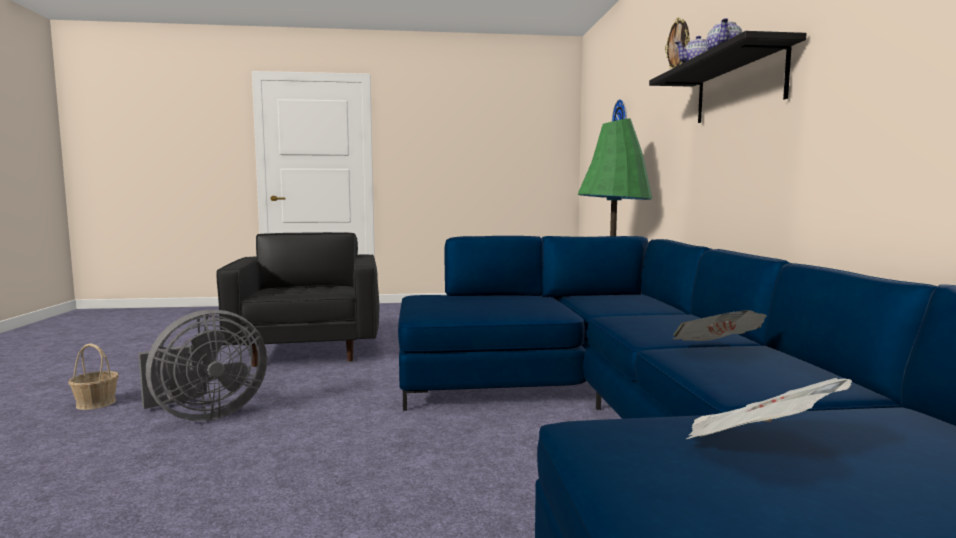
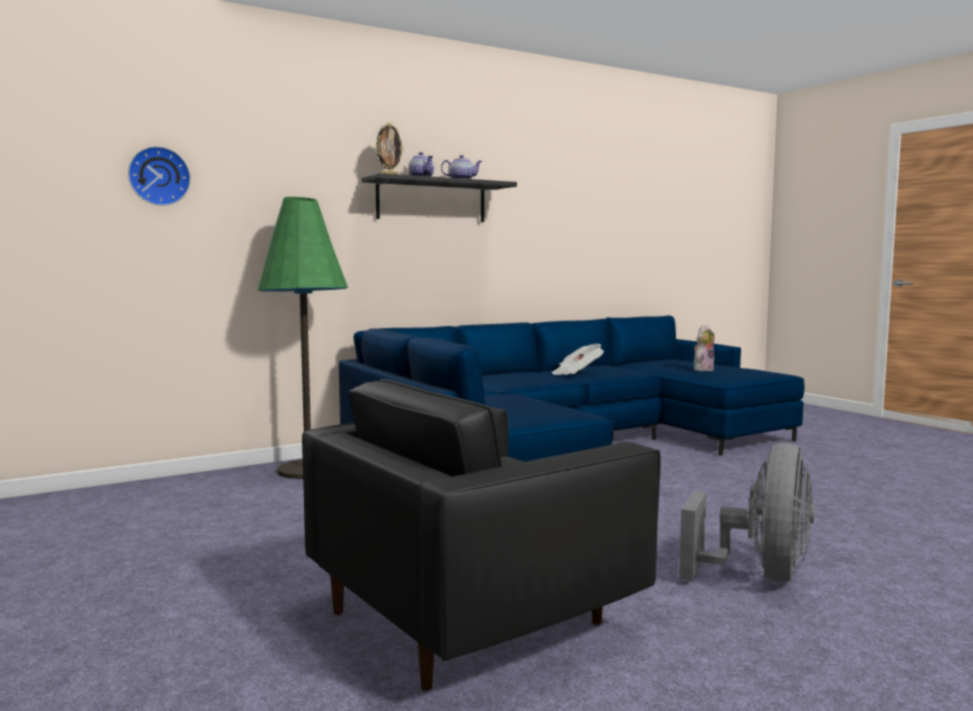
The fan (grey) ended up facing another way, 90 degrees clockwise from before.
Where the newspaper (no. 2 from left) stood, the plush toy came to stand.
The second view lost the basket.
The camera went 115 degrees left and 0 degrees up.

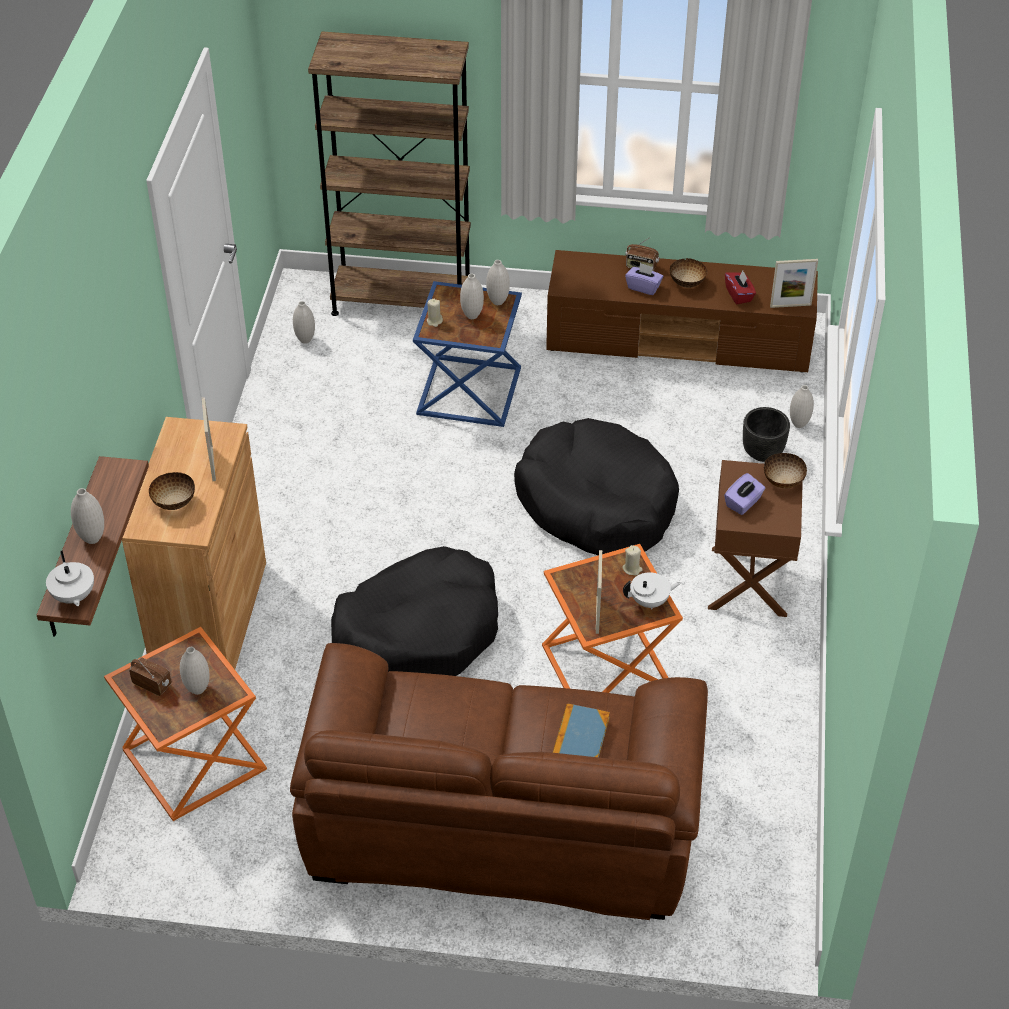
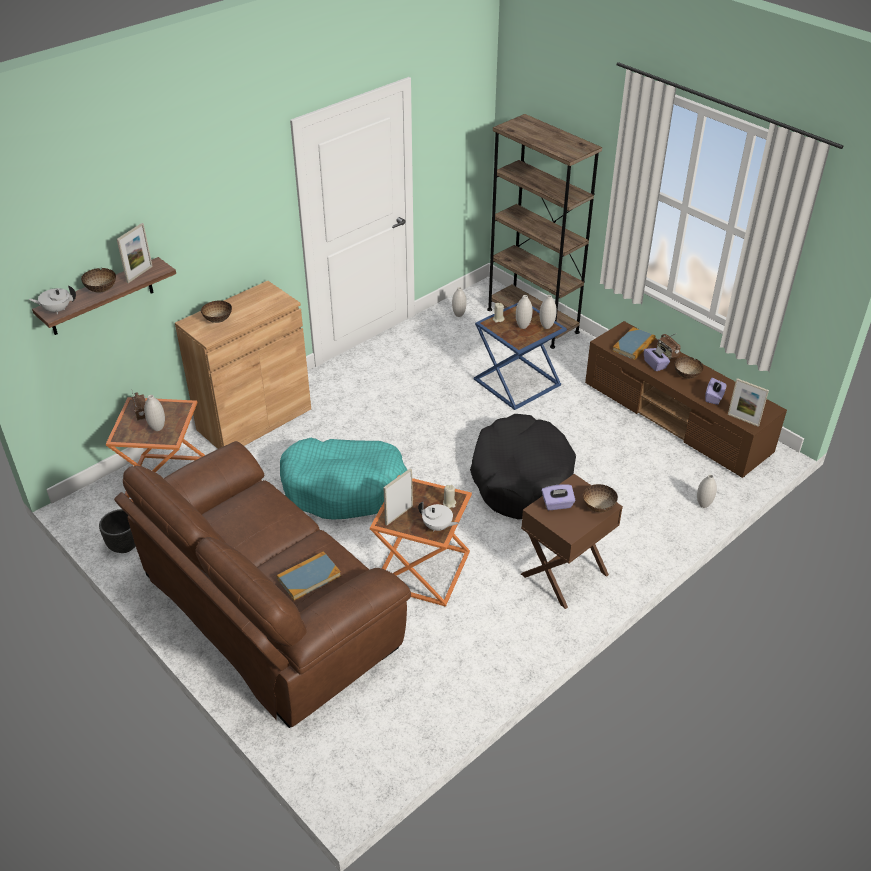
The teapot (white) (no. 1 from left) ended up facing another way, 60 degrees clockwise from before.
Where the vase (white) (no. 1 from left) stood, the bowl (no. 1 from left) came to stand.
The planter (black) ended up elsewhere.
The picture frame (no. 1 from left) ended up elsewhere.
What was the dog bed (black) (no. 1 from left) turned into the dog bed (turquoise).
The second view gained the book (no. 2 from left).
What was the tissue box (red) turned into the tissue box (purple) (no. 3 from left).
The camera went 40 degrees right and 5 degrees down.

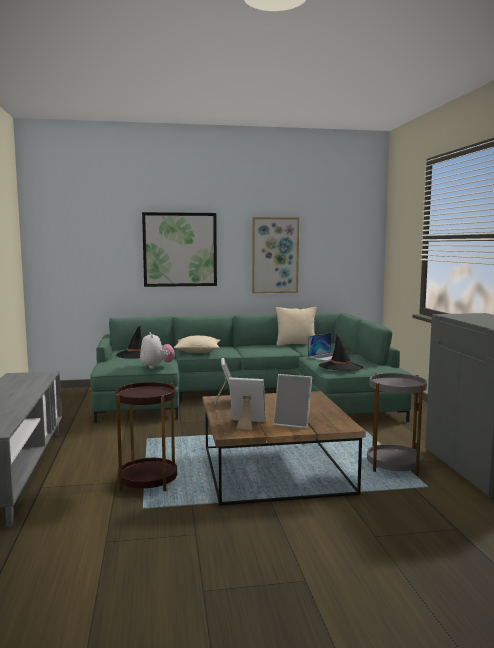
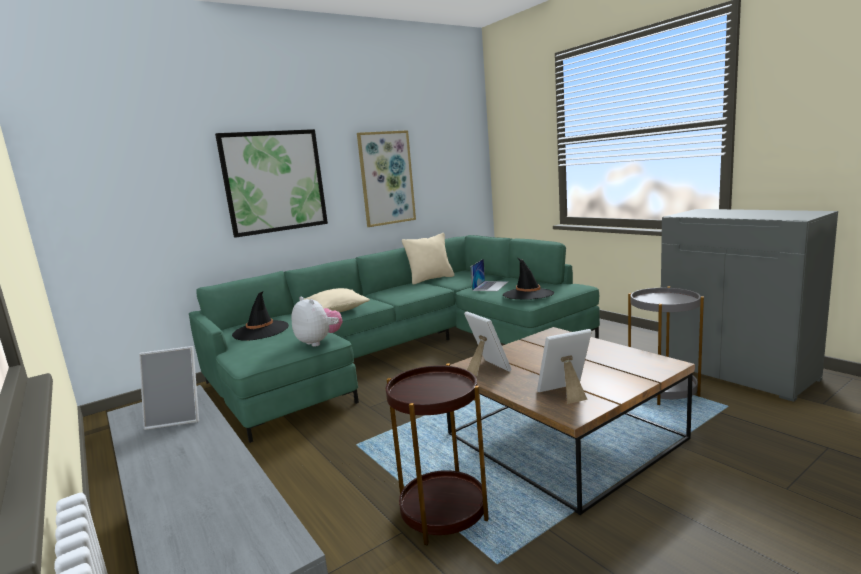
The picture frame (no. 3 from left in the first image) ended up elsewhere.
The camera went 25 degrees left and 5 degrees up.

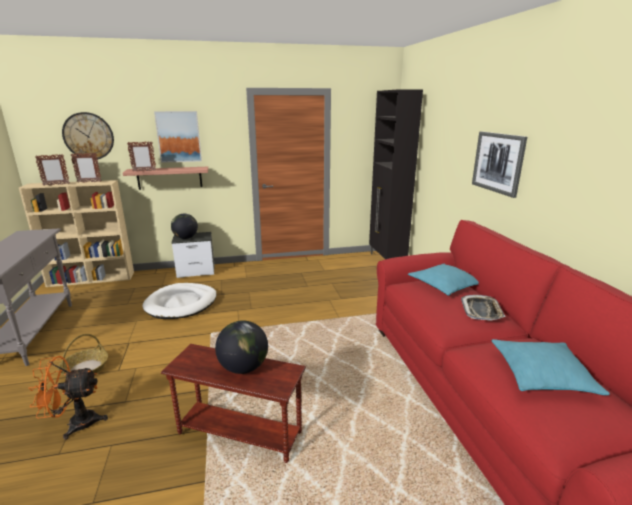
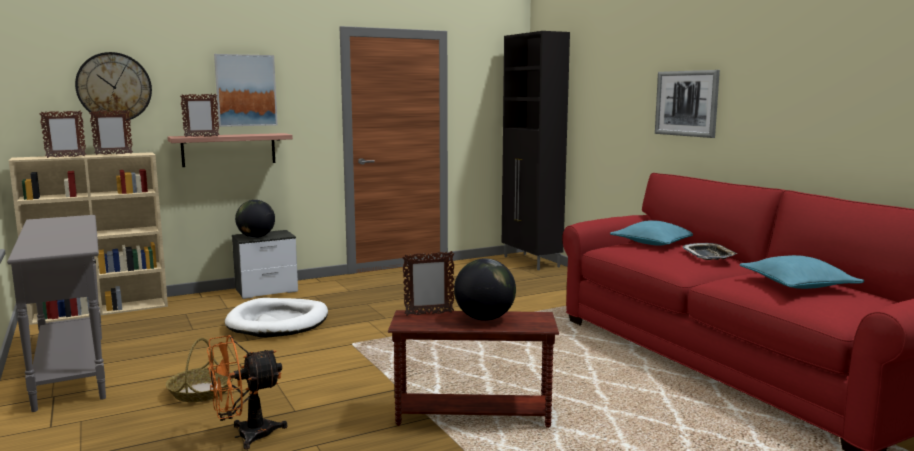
The second view gained the picture frame (no. 4 from left).
The camera went 15 degrees left and 10 degrees down.

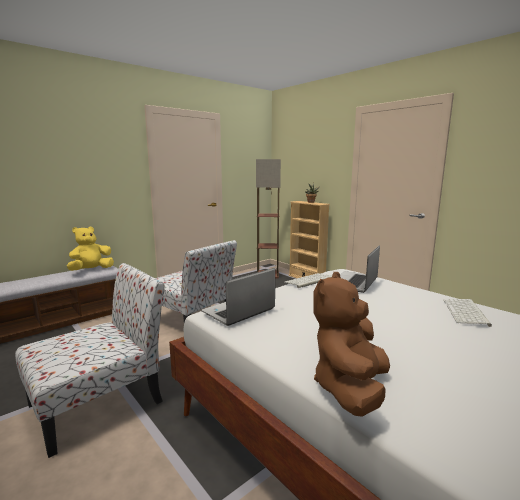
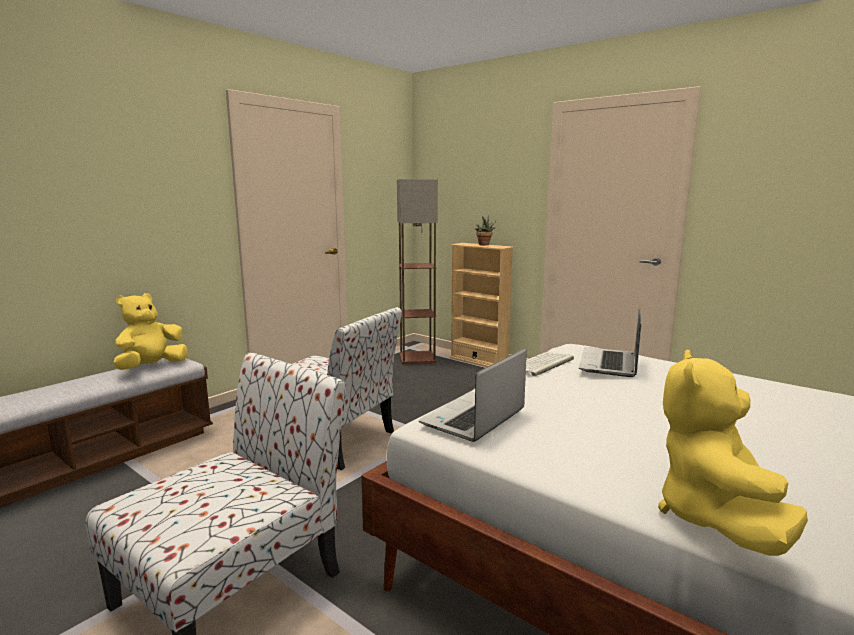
What was the plush toy (brown) turned into the plush toy (yellow) (no. 2 from left).
The second view lost the keyboard (no. 2 from left).
The camera went 10 degrees left and 0 degrees up.

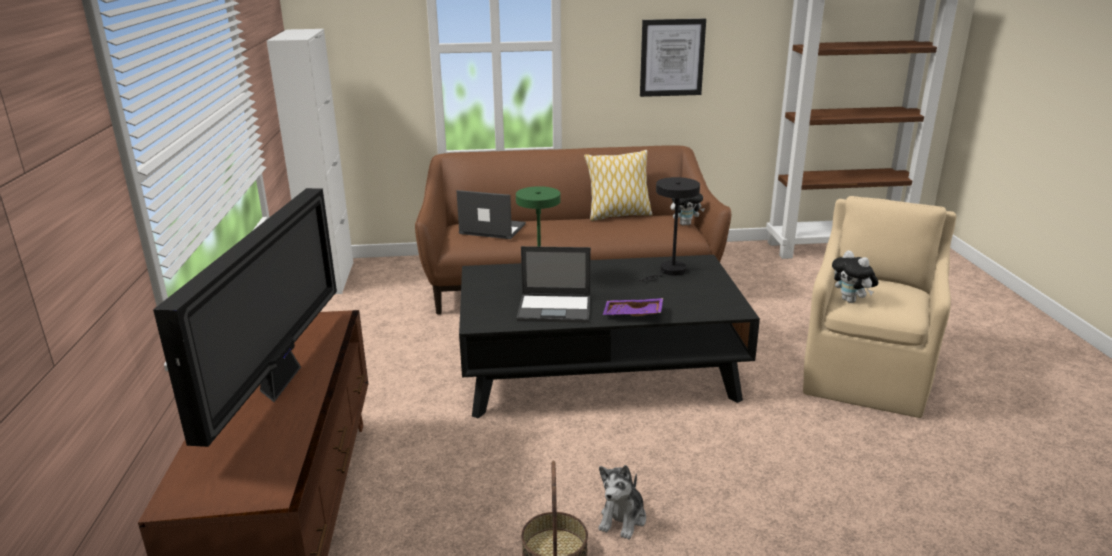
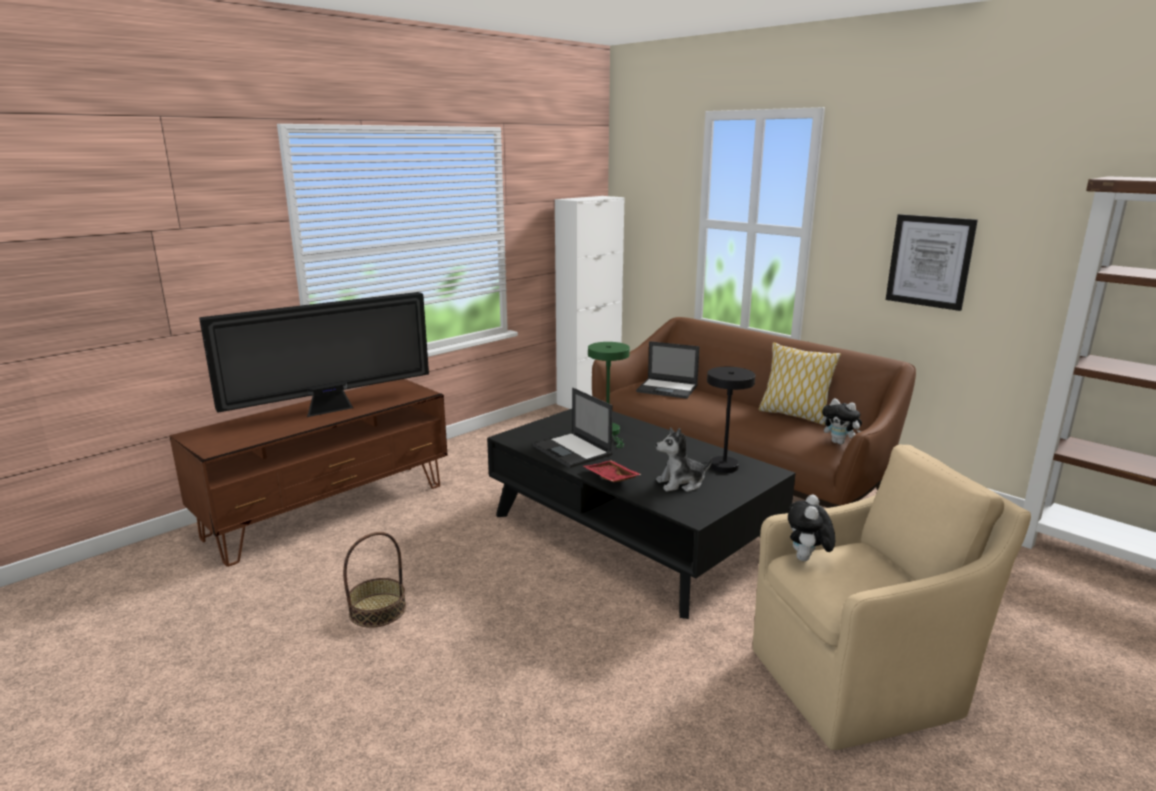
What was the tray (purple) turned into the tray (red).
The laptop (no. 1 from left in the first image) ended up facing another way, 135 degrees clockwise from before.
The plush toy (no. 1 from left) ended up elsewhere.
The camera went 50 degrees right and 5 degrees down.

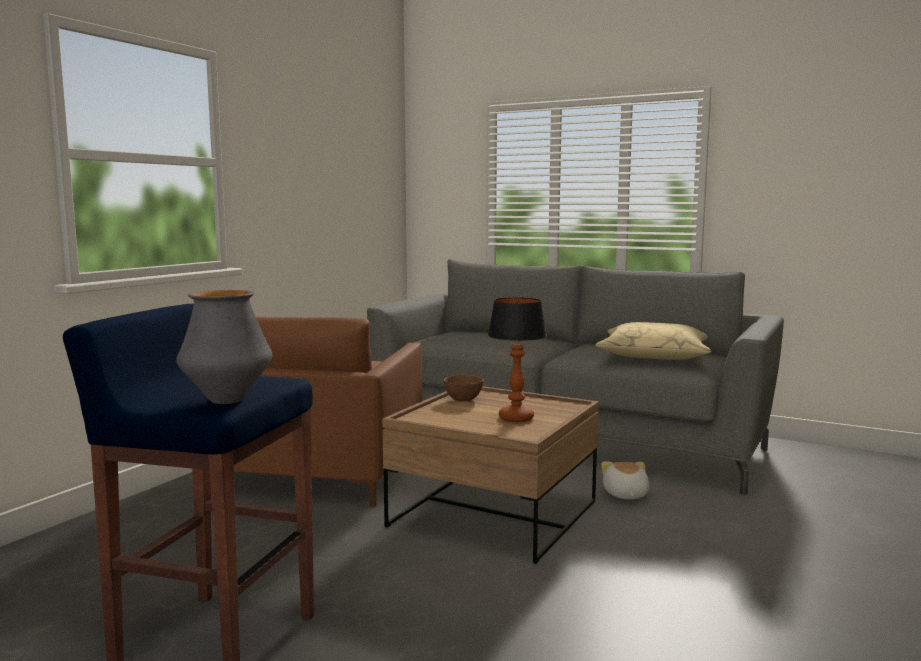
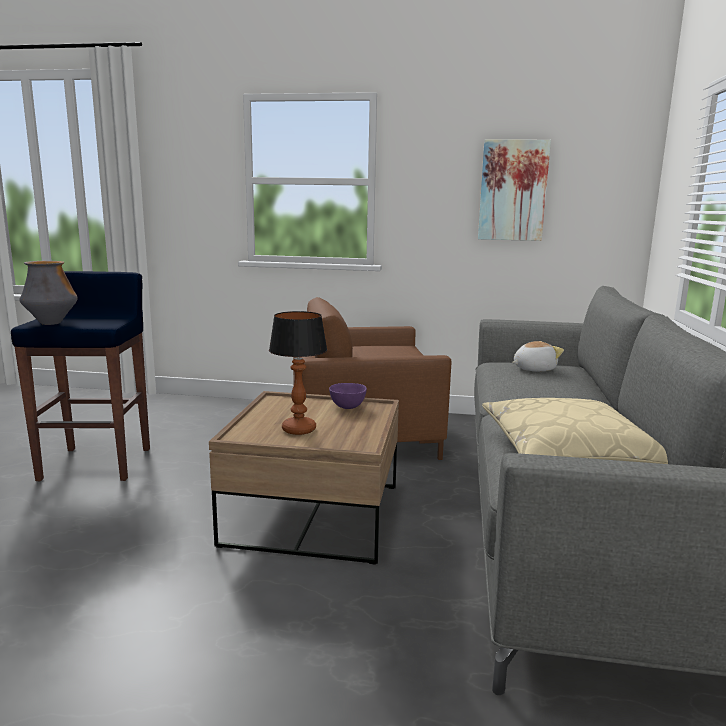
What was the bowl (brown) turned into the bowl (purple).
The second view gained the picture.
The plush toy ended up elsewhere.
The camera went 70 degrees right and 5 degrees up.

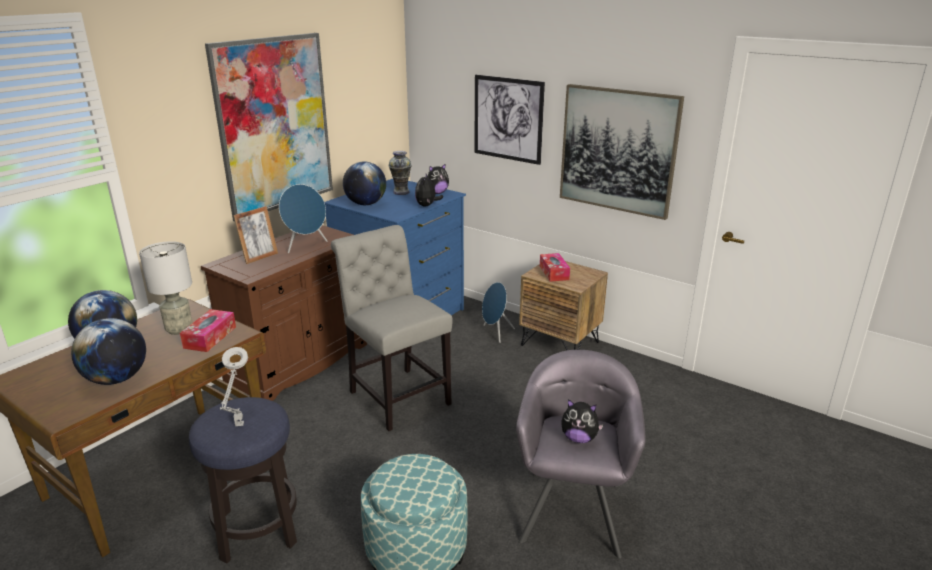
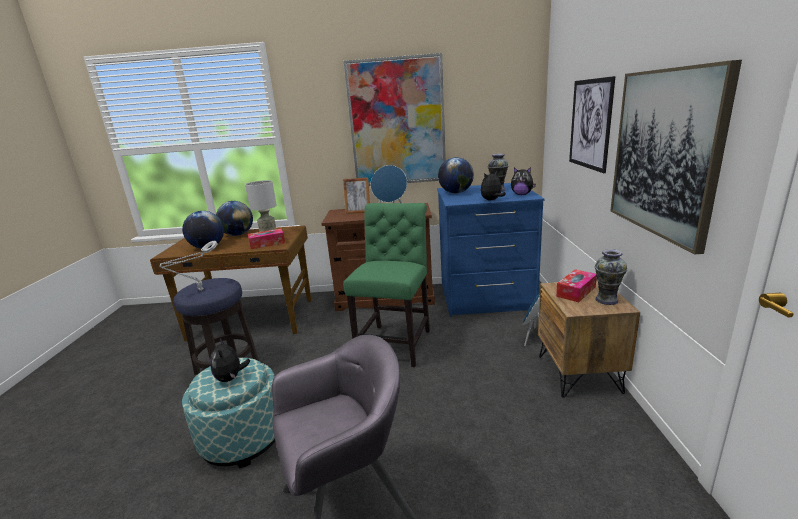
The plush toy (no. 3 from left in the first image) ended up elsewhere.
What was the chair (grey) turned into the chair (green).
The second view gained the vase (no. 2 from left).
The camera went 55 degrees right and 5 degrees down.

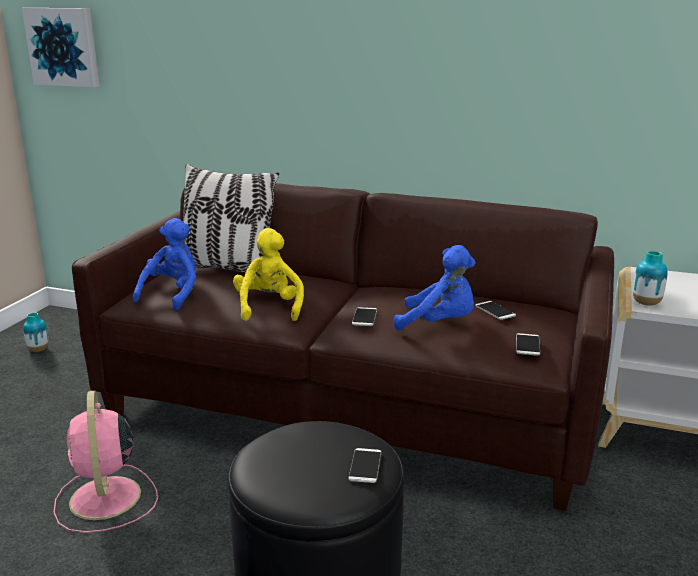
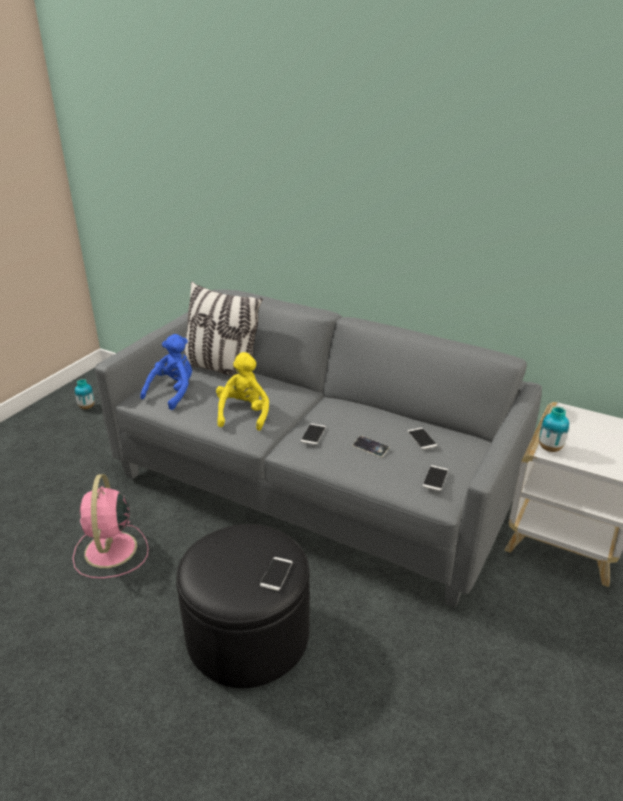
What was the sofa (brown) turned into the sofa (grey).
Where the plush toy (blue) (no. 2 from left) stood, the phone (no. 3 from left) came to stand.
The second view lost the picture.
The camera went 10 degrees right and 10 degrees up.

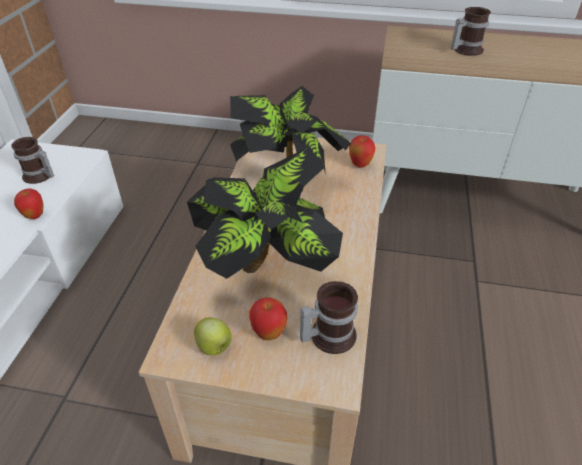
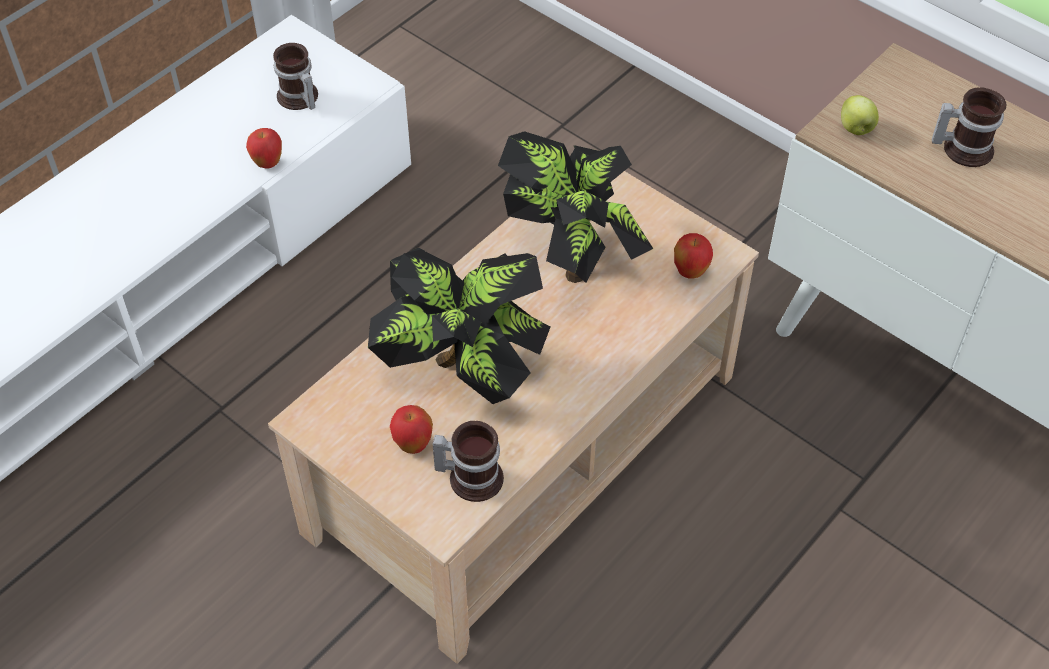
The apple (no. 2 from left in the first image) ended up elsewhere.
The camera went 30 degrees right and 10 degrees up.

